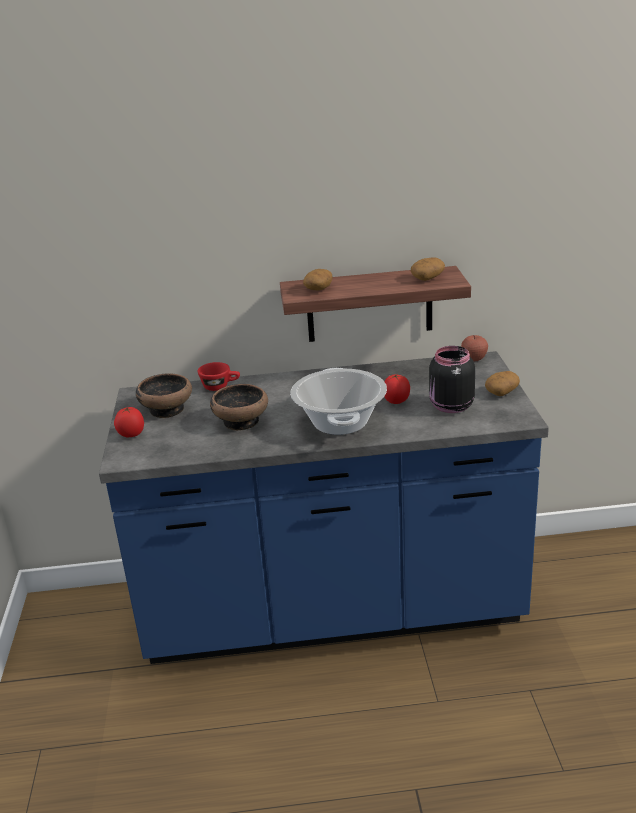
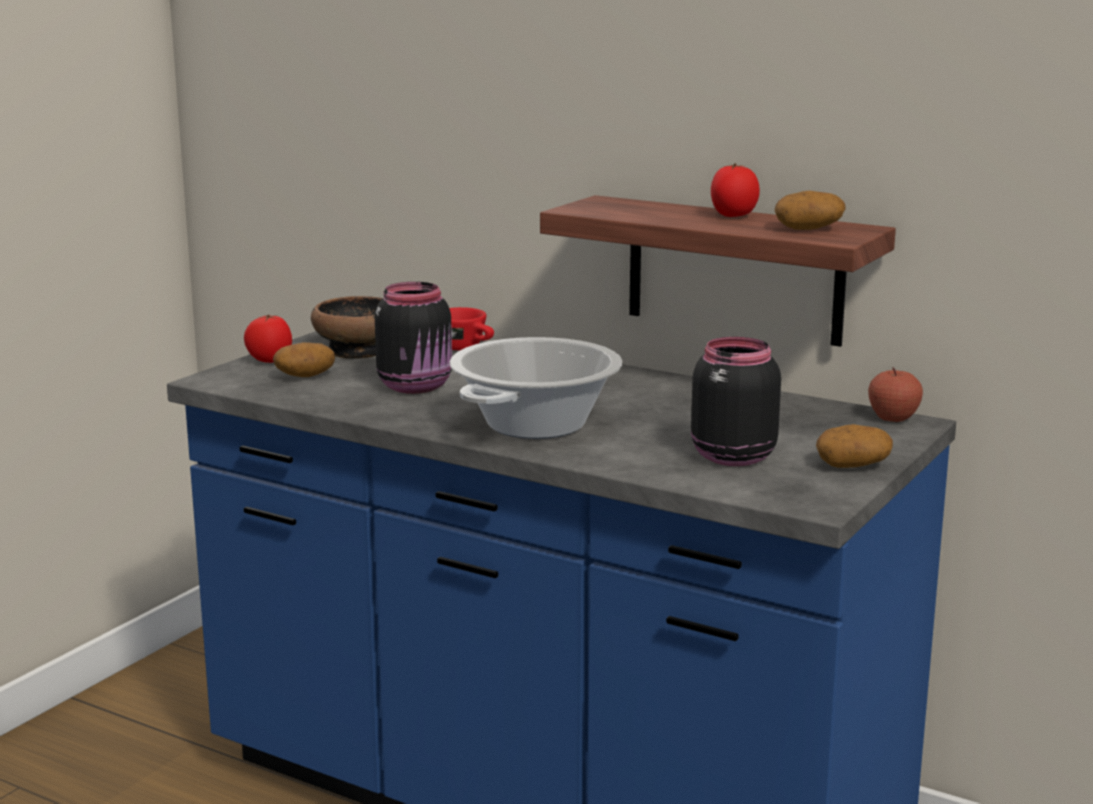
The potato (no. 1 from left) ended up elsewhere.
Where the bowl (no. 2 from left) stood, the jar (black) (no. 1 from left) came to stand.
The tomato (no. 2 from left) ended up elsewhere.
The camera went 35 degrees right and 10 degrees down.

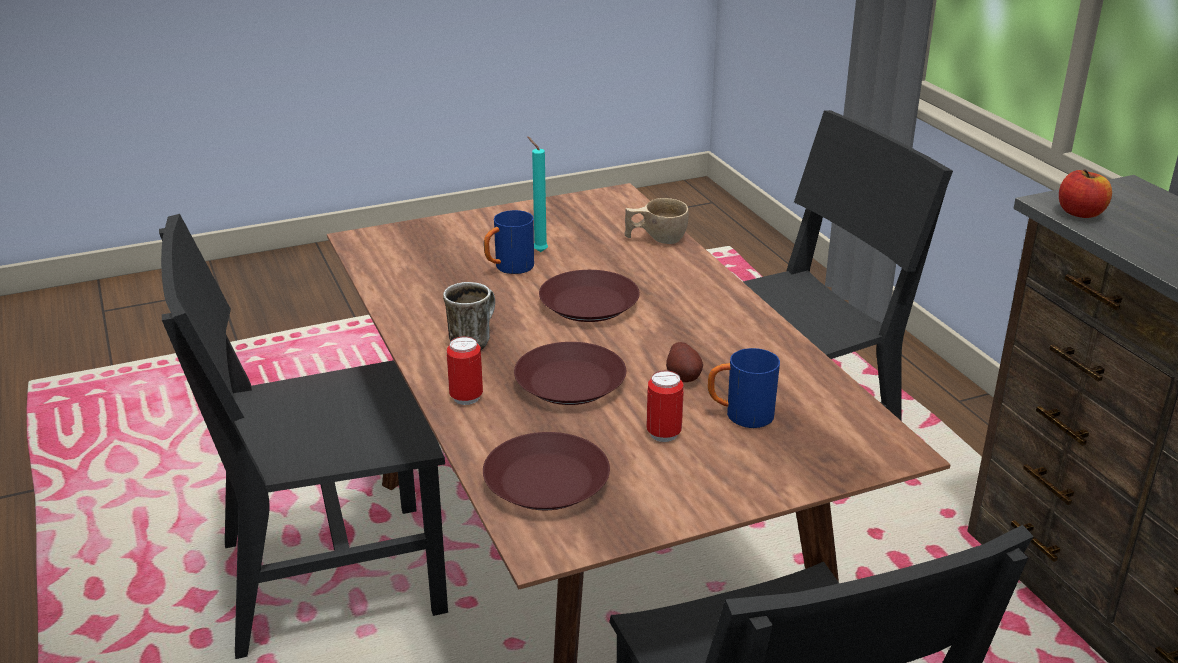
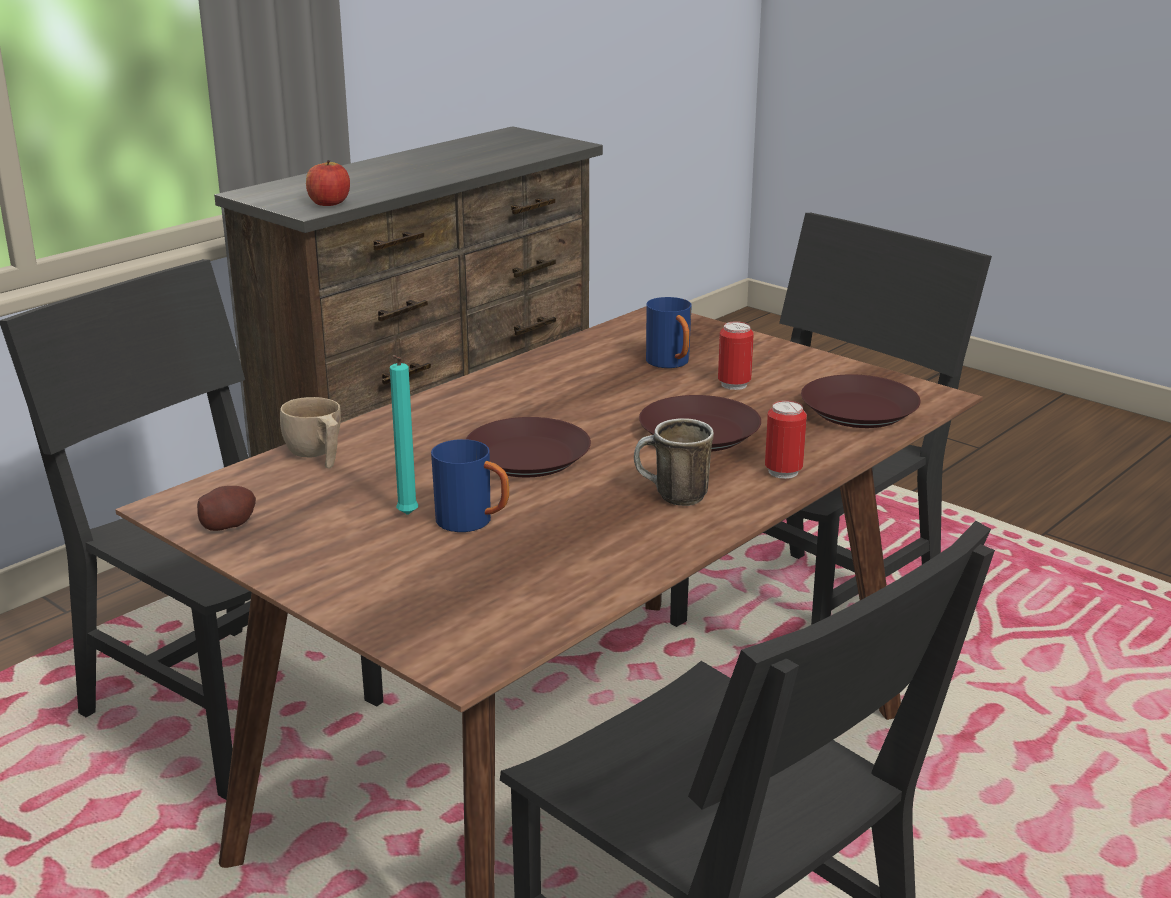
The potato ended up elsewhere.
The camera went 115 degrees left and 5 degrees down.

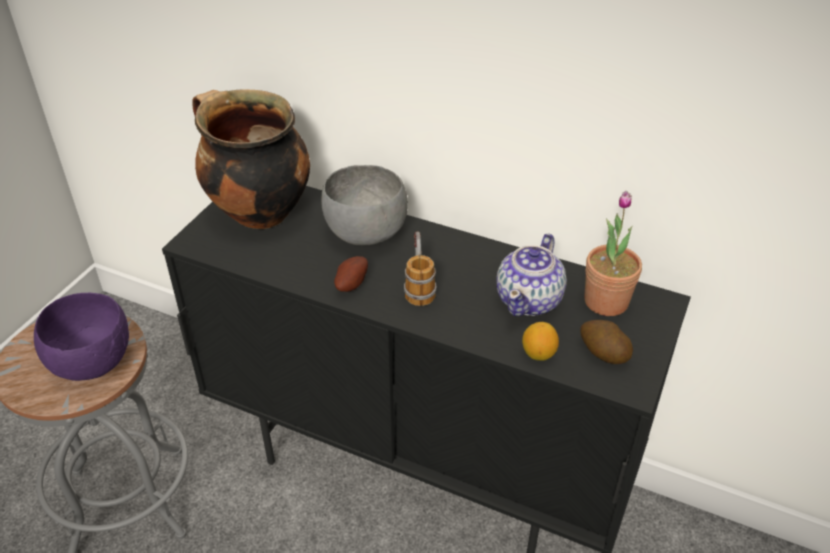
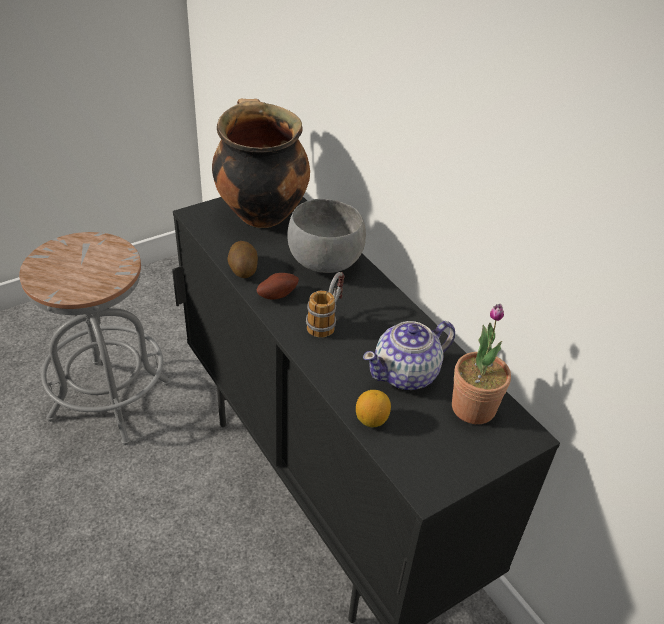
The potato (no. 2 from left in the first image) ended up elsewhere.
The second view lost the bowl (purple).
The camera went 30 degrees right and 0 degrees up.

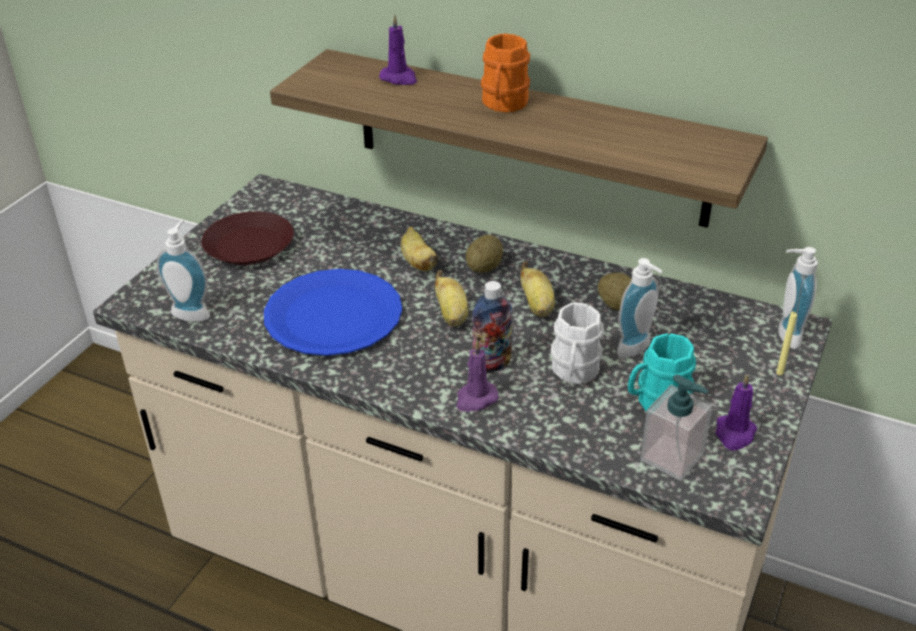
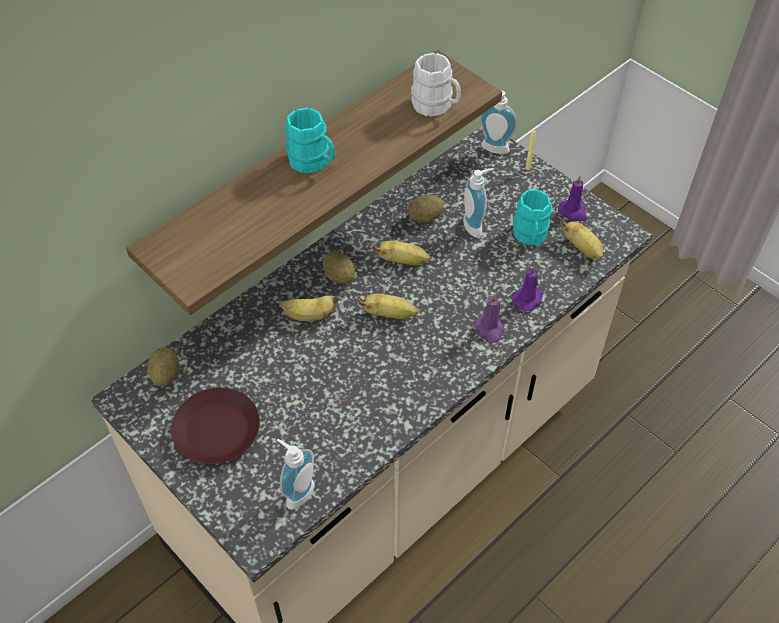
The second view gained the potato (no. 1 from left).
What was the mug (orange) turned into the mug (turquoise) (no. 1 from left).
The mug (white) ended up elsewhere.
The candle (purple) (no. 1 from left in the first image) ended up elsewhere.
Where the soap dispenser (no. 3 from left) stood, the banana (no. 4 from left) came to stand.
The second view lost the plate (blue).
The second view lost the bottle.
The camera went 70 degrees left and 15 degrees up.

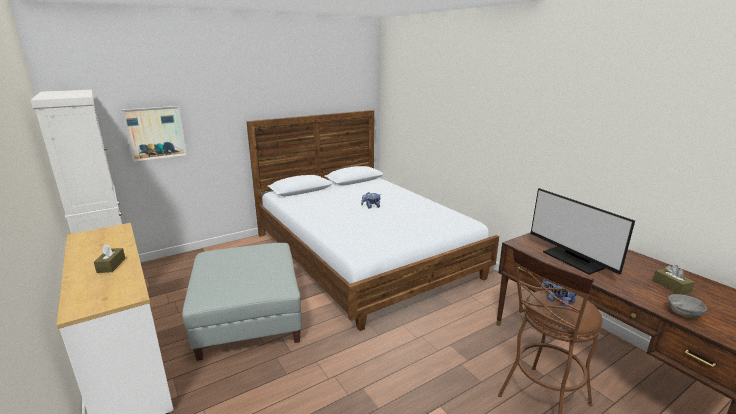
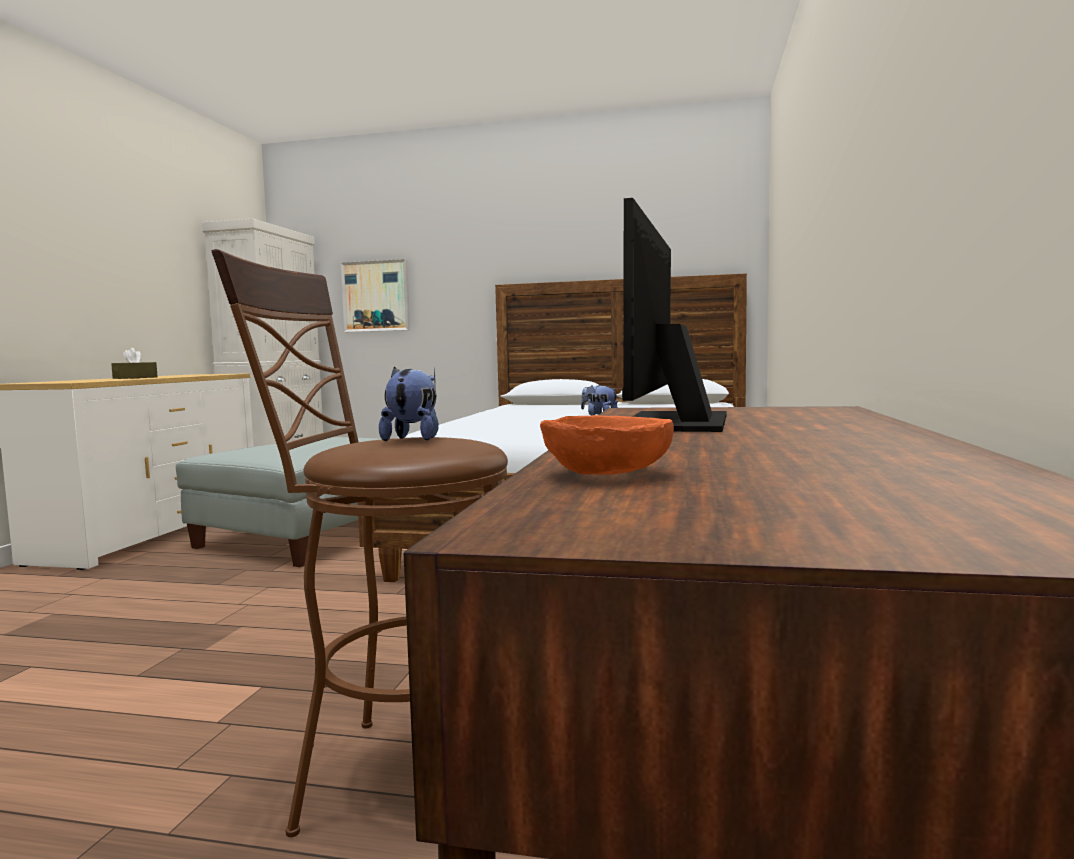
What was the bowl (grey) turned into the bowl (orange).
The second view lost the tissue box (brown) (no. 2 from left).
The camera went 45 degrees right and 15 degrees down.

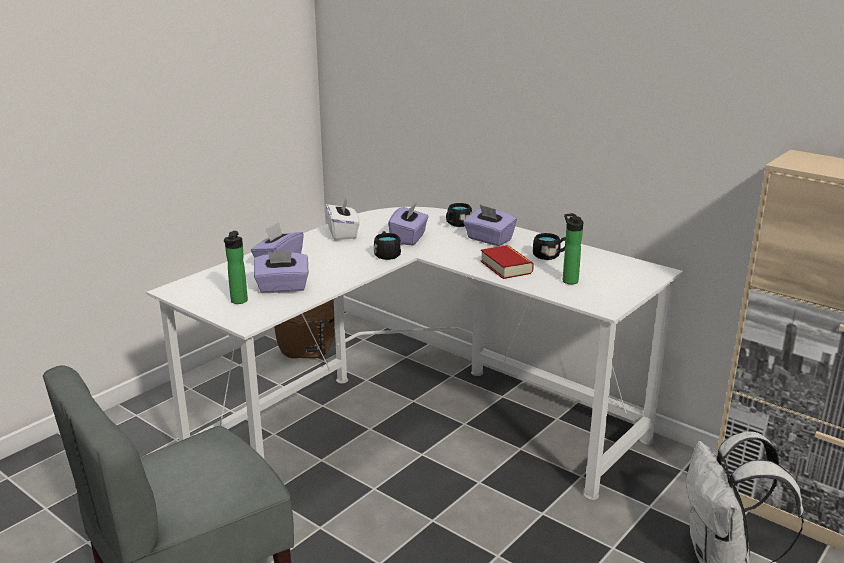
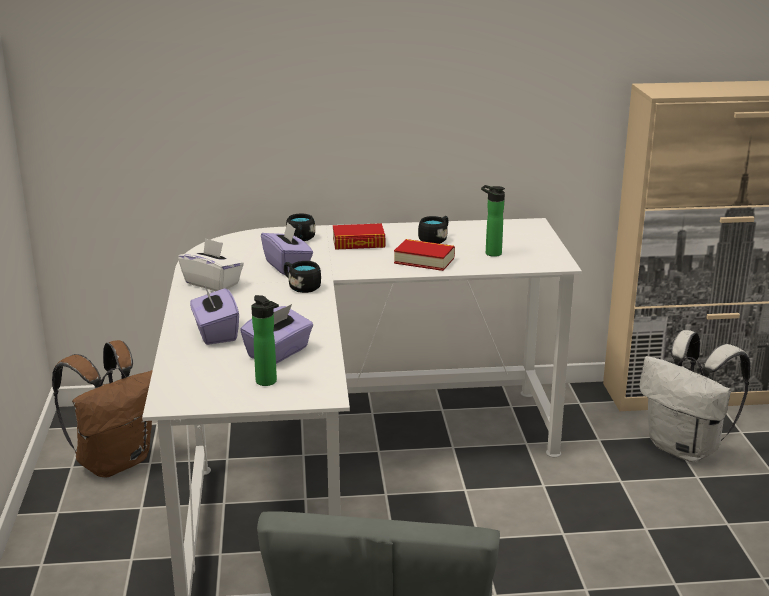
Where the tissue box (purple) (no. 4 from left) stood, the book (no. 1 from left) came to stand.
The camera went 45 degrees left and 0 degrees up.

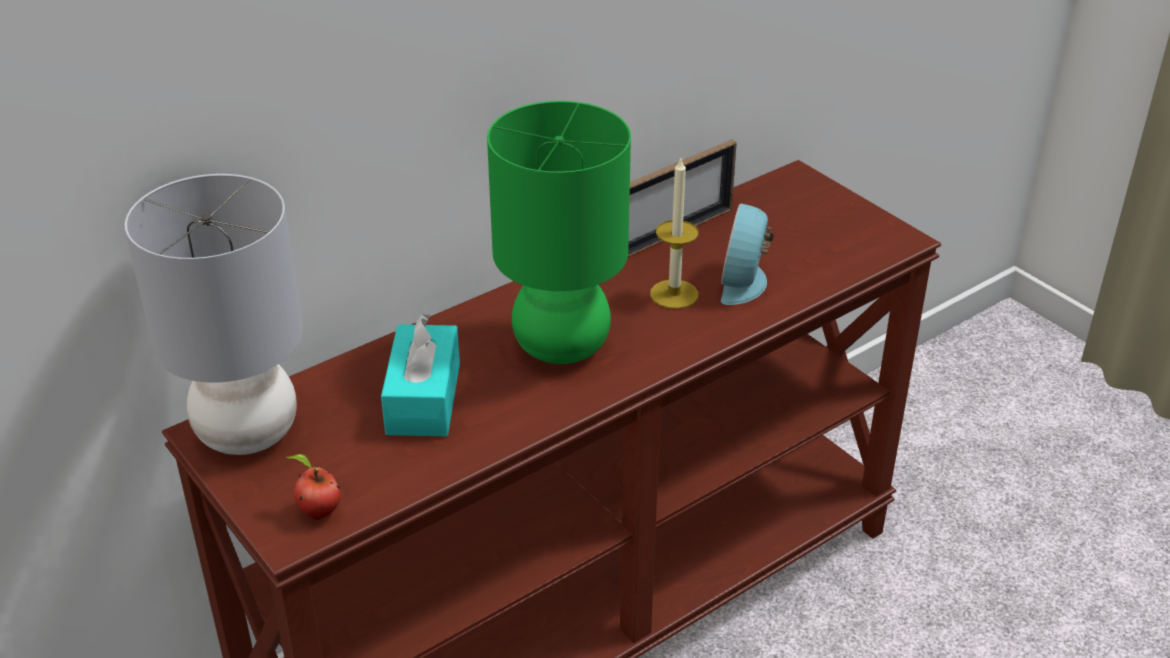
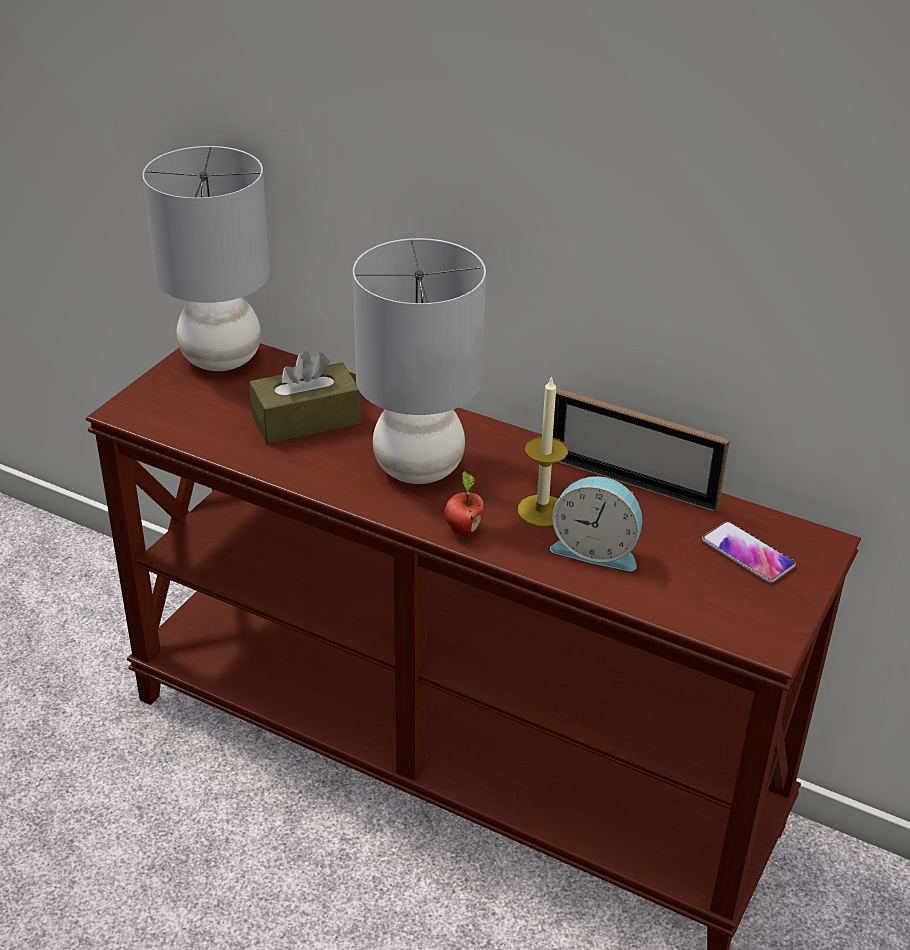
What was the tissue box (turquoise) turned into the tissue box (brown).
What was the table lamp (green) turned into the table lamp (grey) (no. 2 from left).
The apple ended up elsewhere.
The alarm clock ended up facing another way, 150 degrees counterclockwise from before.
The second view gained the phone.
The camera went 65 degrees right and 0 degrees up.

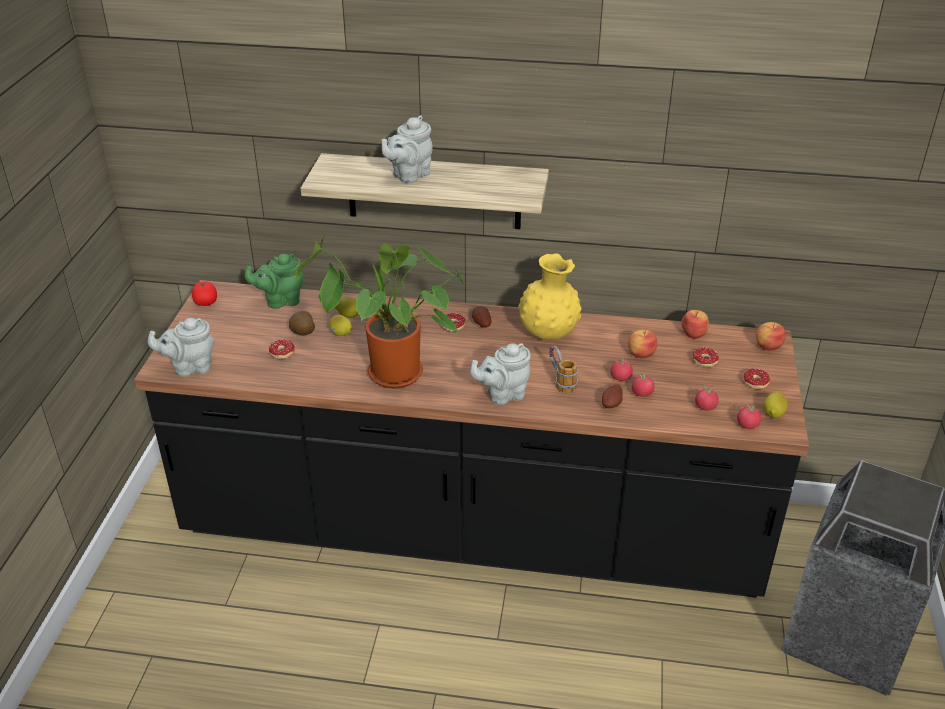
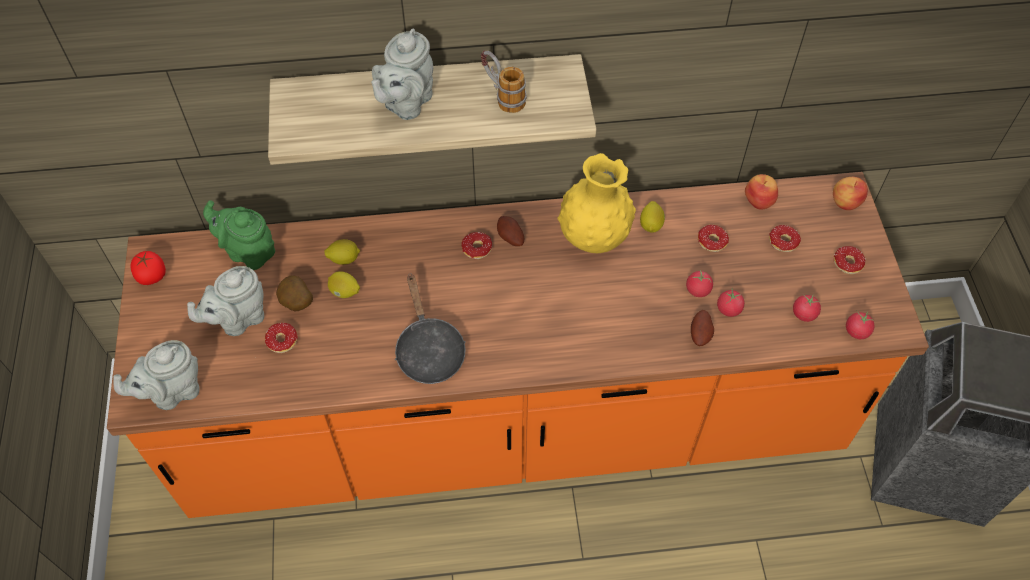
What was the counter (black) turned into the counter (orange).
The teapot (grey) (no. 3 from left in the first image) ended up elsewhere.
The teapot (green) ended up facing another way, 60 degrees clockwise from before.
Where the potted plant stood, the frying pan (black) came to stand.
The mug ended up elsewhere.
The lemon (no. 3 from left) ended up elsewhere.
Where the apple (no. 1 from left) stood, the donut (no. 3 from left) came to stand.
The camera went 15 degrees left and 20 degrees up.

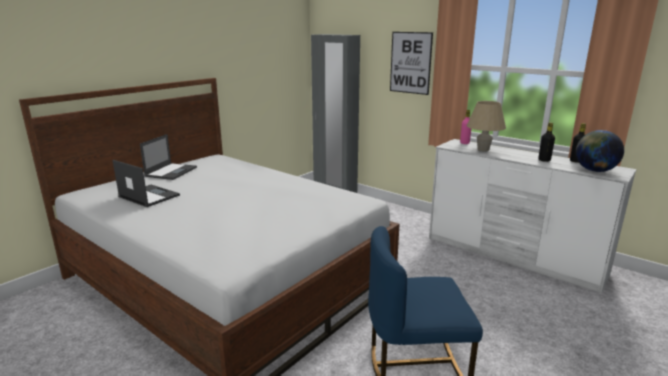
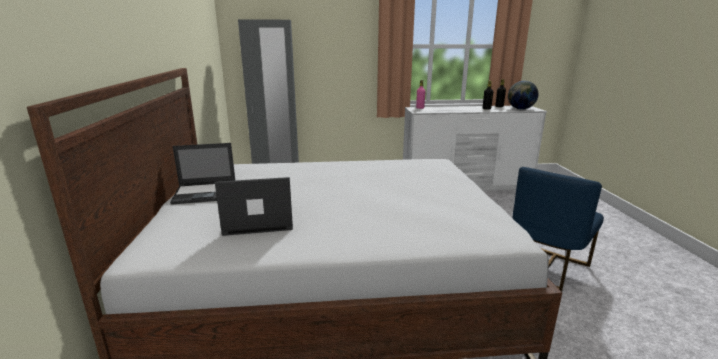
The laptop (no. 2 from left in the first image) ended up facing another way, 105 degrees clockwise from before.
The second view lost the picture.
The second view lost the table lamp (beige).
The camera went 45 degrees left and 0 degrees up.

